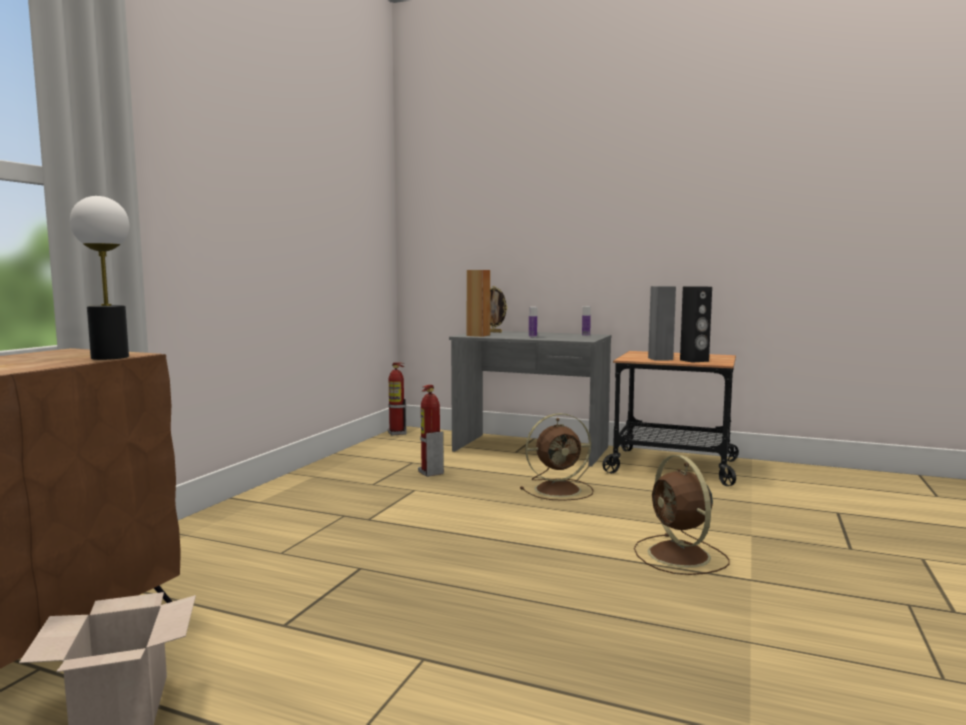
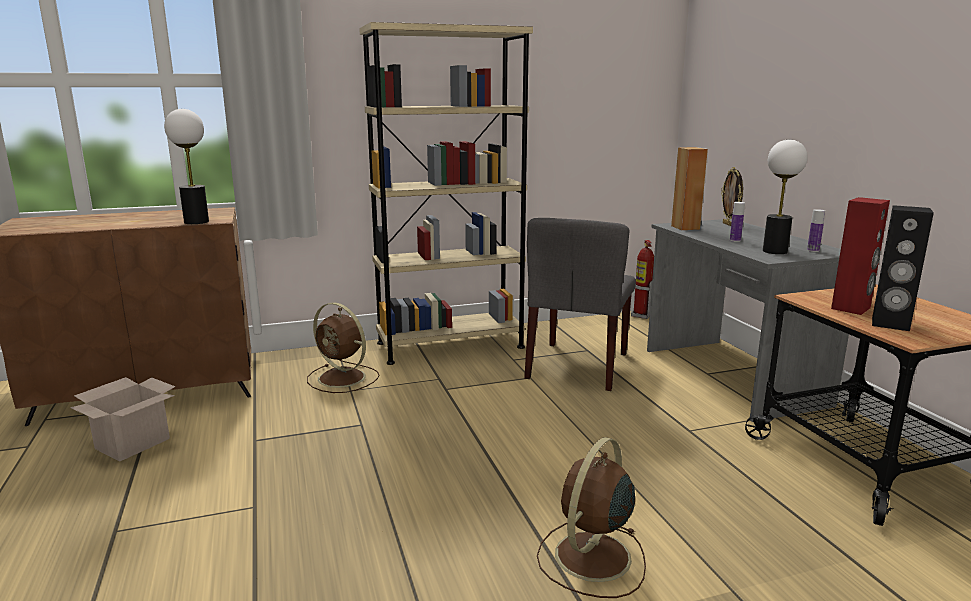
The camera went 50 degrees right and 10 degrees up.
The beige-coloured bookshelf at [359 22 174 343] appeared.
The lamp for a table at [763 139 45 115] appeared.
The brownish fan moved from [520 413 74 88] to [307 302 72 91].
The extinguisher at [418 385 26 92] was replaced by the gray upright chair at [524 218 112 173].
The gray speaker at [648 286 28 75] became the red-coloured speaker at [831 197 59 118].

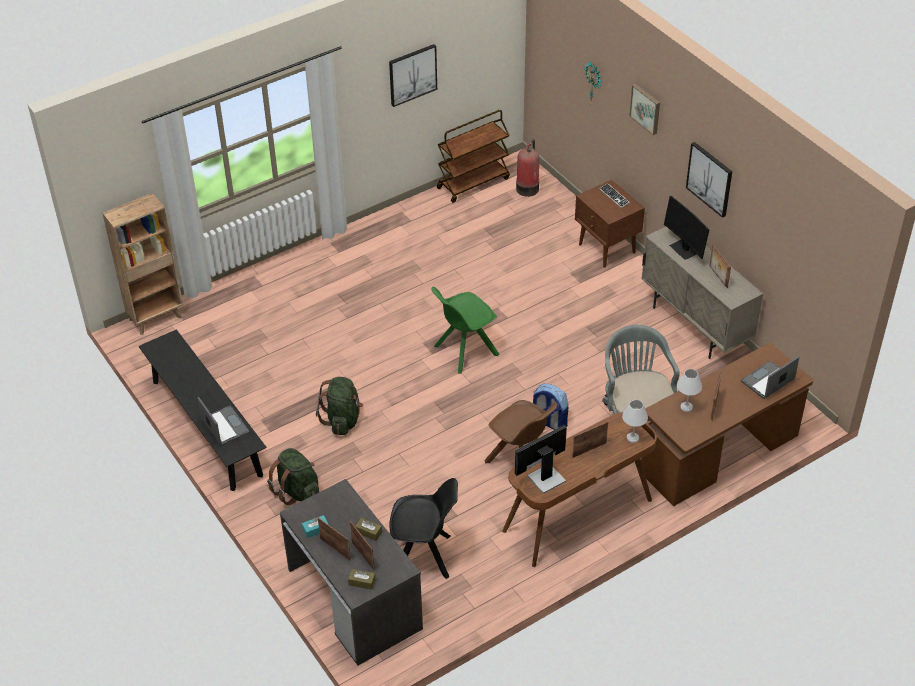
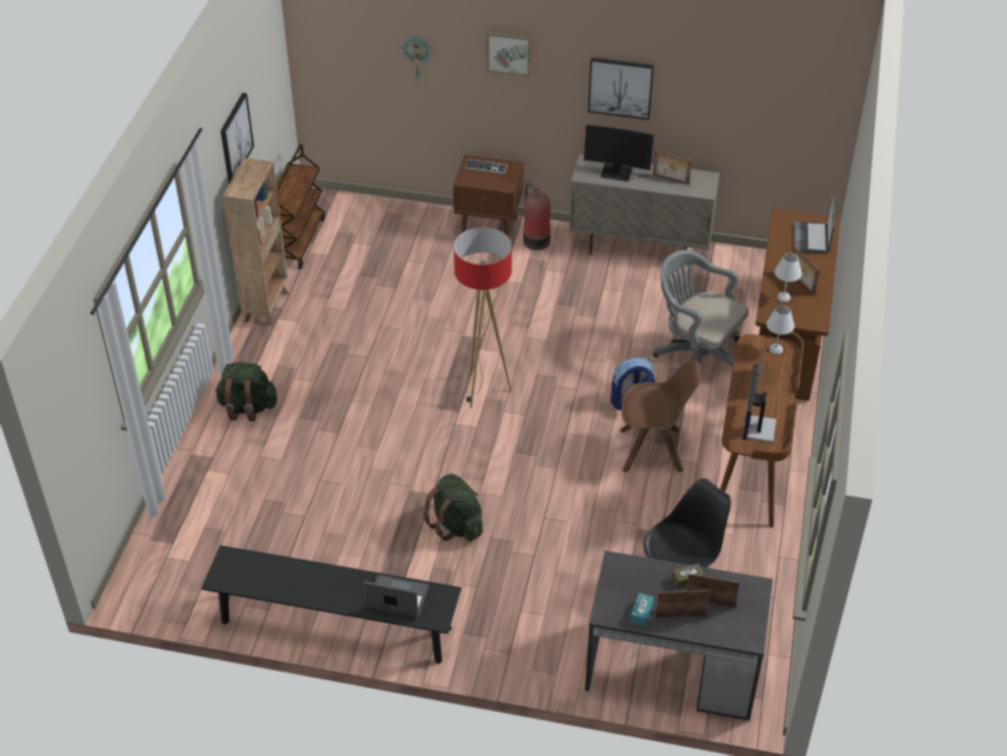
The camera went 45 degrees left and 0 degrees up.
The brownish box of tissues at [348 569 28 21] disappeared.
The brownish bookshelf moved from [102 193 81 142] to [223 158 66 169].
The green rucksack moved from [267 448 52 58] to [215 362 62 59].
The extinguisher moved from [516 139 23 58] to [523 183 28 67].
The green upright chair at [432 287 67 87] was replaced by the floor lamp at [454 227 58 181].

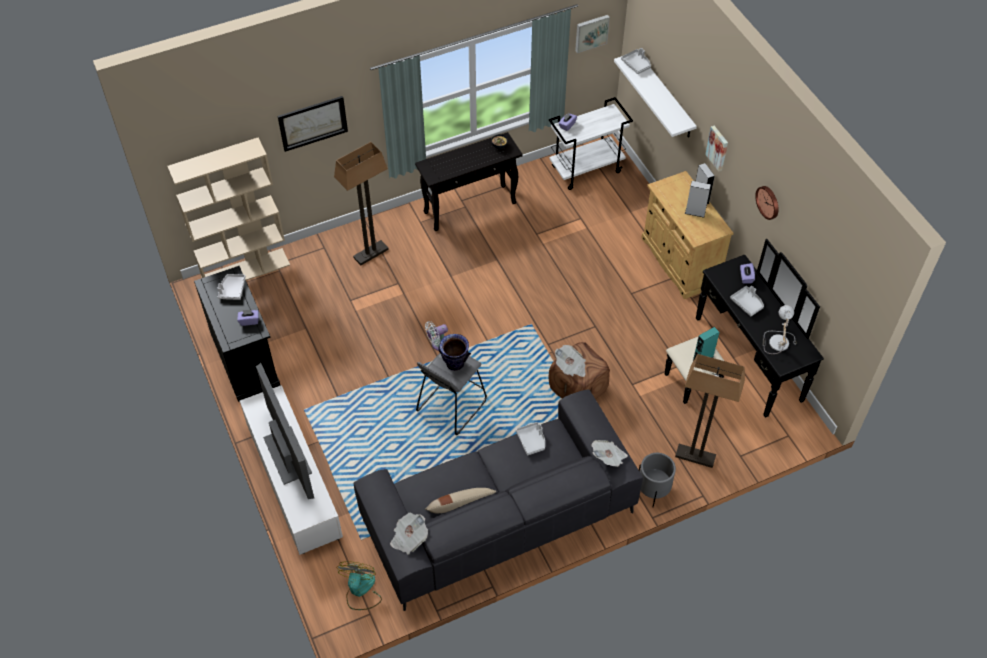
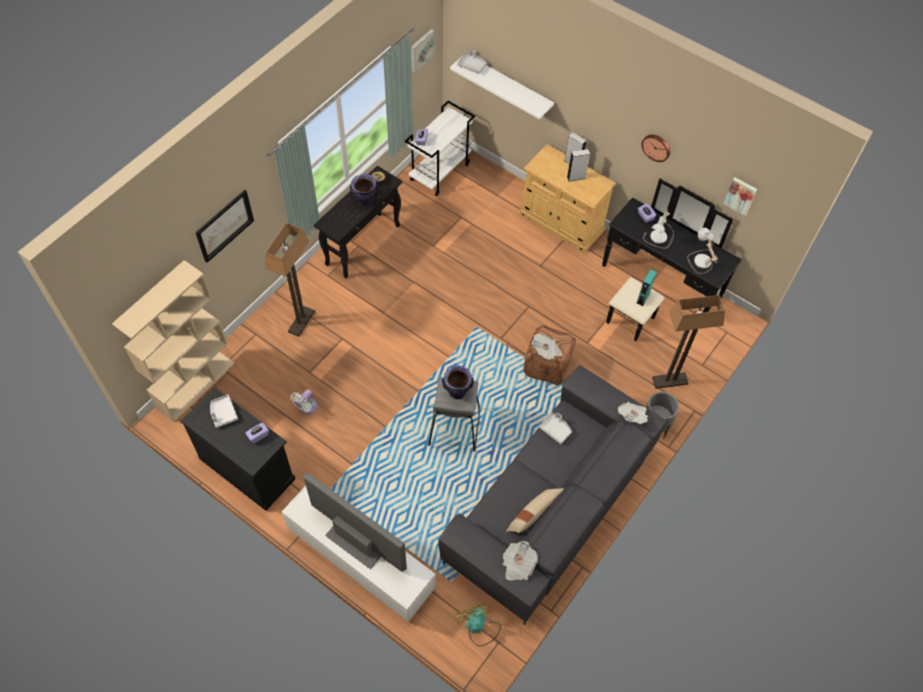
The camera went 30 degrees left and 5 degrees up.
The flower vase at [350 174 28 33] appeared.
The white-coloured fan moved from [425 321 23 30] to [290 389 28 25].
The picture moved from [705 126 23 45] to [723 177 34 39].
The gray tray at [730 286 34 30] was replaced by the lamp for a table at [643 210 31 38].

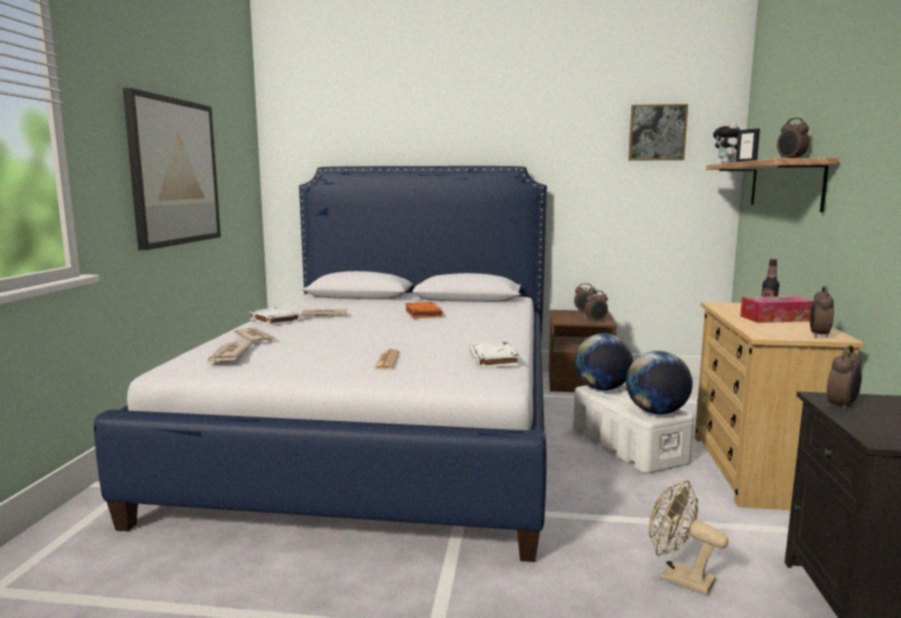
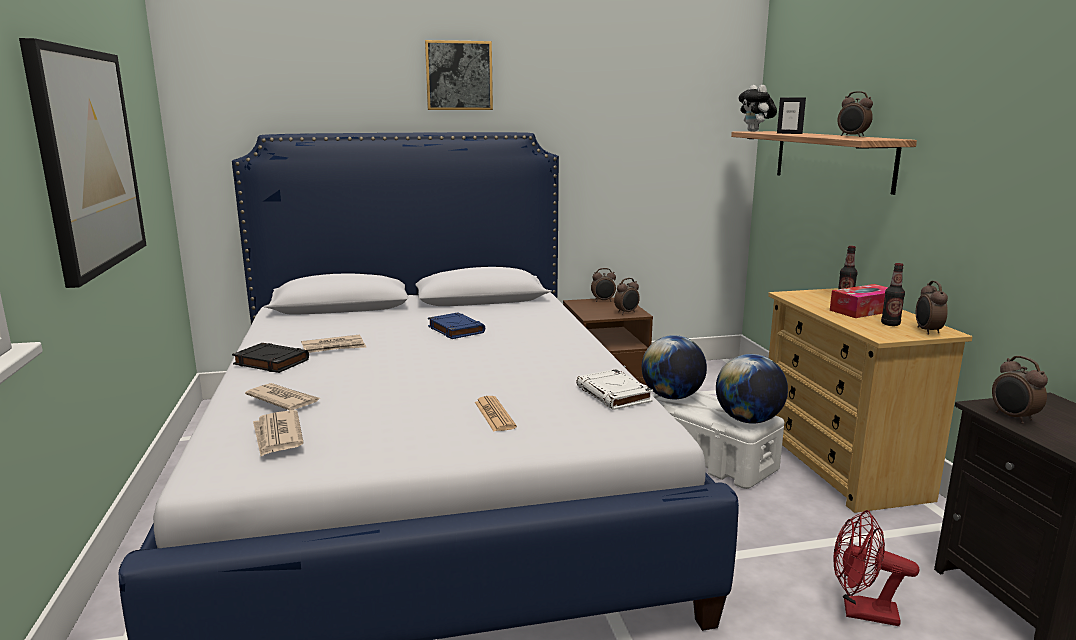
The camera went 20 degrees left and 5 degrees up.
The bottle at [881 263 24 63] appeared.
The picture moved from [628 104 60 56] to [425 40 68 70].
The white-coloured bound book at [250 307 51 19] became the black bound book at [232 343 77 30].
The orangey bound book at [405 302 38 17] became the blue bound book at [428 312 57 27].
The beige-coloured fan at [649 480 79 115] became the red-coloured fan at [833 510 86 116].
The alarm clock at [827 345 34 67] turned 135 degrees clockwise.

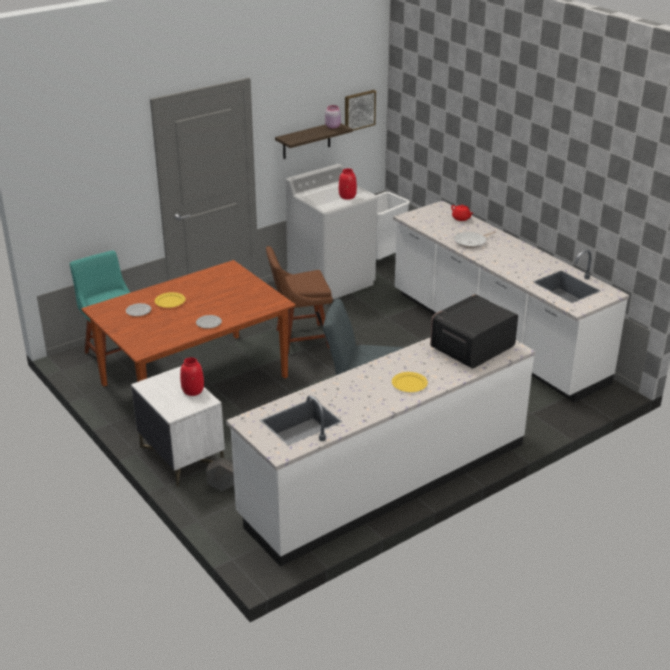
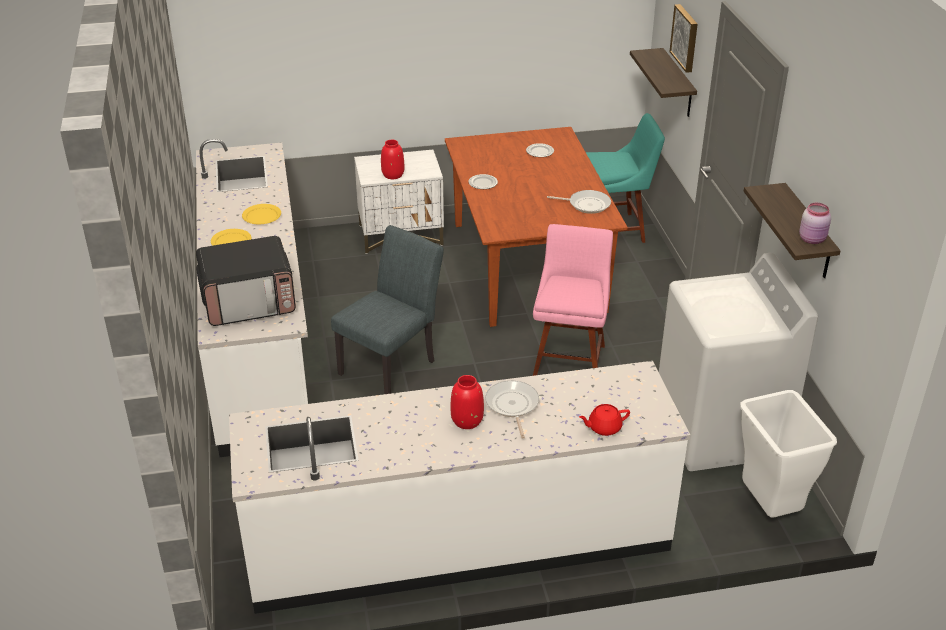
The camera went 115 degrees right and 5 degrees up.
The gray flower pot at [206 457 28 34] disappeared.
The frying pan at [547 190 64 24] appeared.
The bracket shelf at [630 48 67 69] appeared.
The yellowish flat dish moved from [155 292 31 16] to [242 204 39 20].
The red-coloured flower vase moved from [339 169 18 31] to [450 375 34 54].
The picture moved from [345 90 31 41] to [669 4 29 69].
The brownish upright chair at [266 246 67 108] became the pink upright chair at [533 224 80 152].
The microwave oven at [430 294 88 75] turned 90 degrees clockwise.

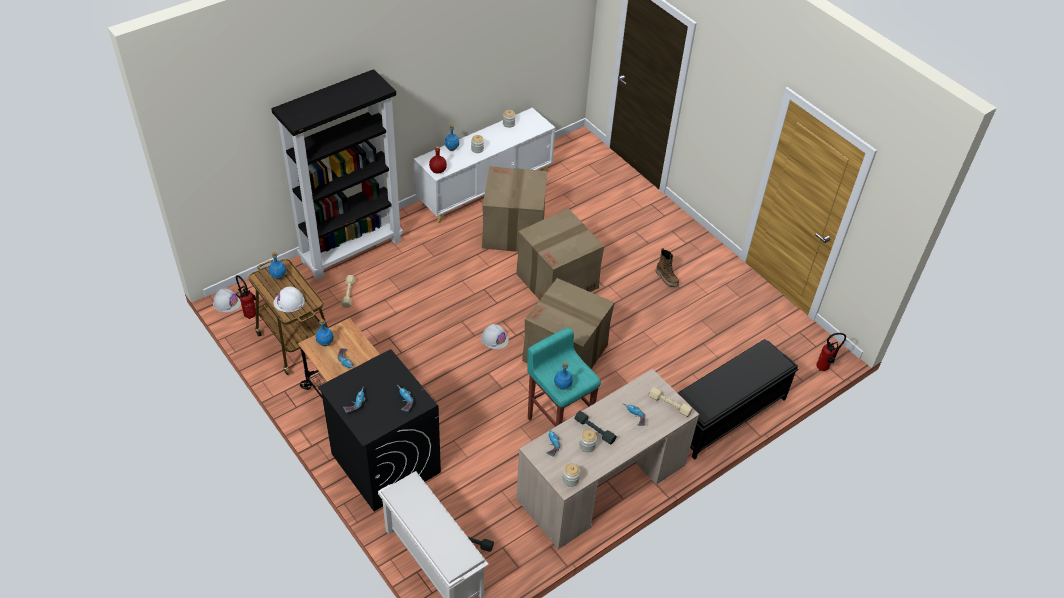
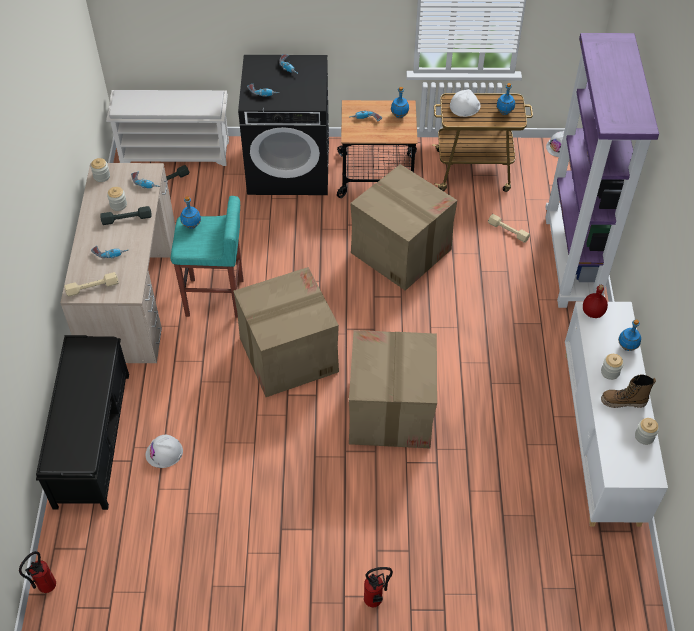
The camera went 130 degrees right and 5 degrees up.
The extinguisher moved from [236 275 20 44] to [364 567 29 40].
The white-coloured work helmet moved from [481 324 28 25] to [145 435 38 33].
The cardboard box moved from [482 166 66 86] to [350 164 107 127].
The tall boot moved from [656 248 23 39] to [601 375 55 33].
The black bookshelf at [271 69 132 211] became the purple bookshelf at [545 33 114 275].

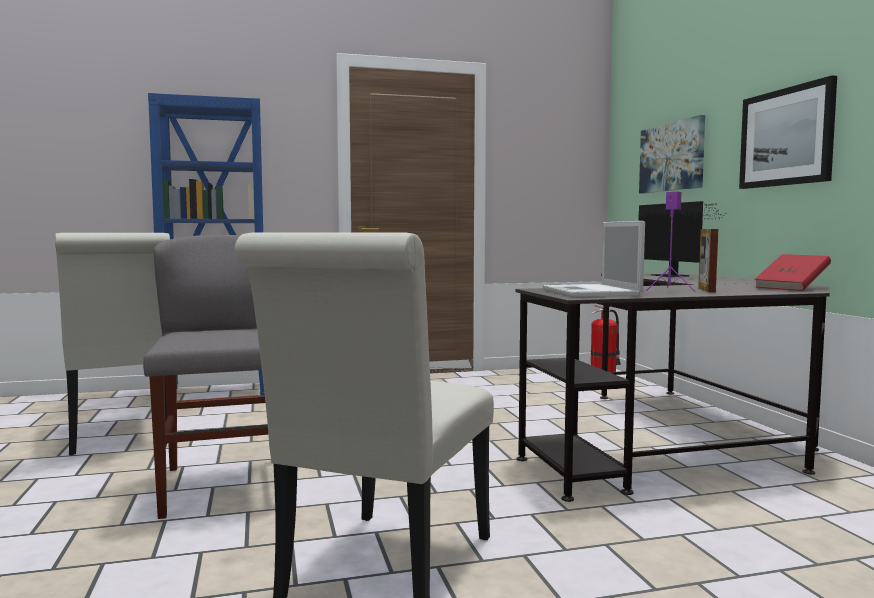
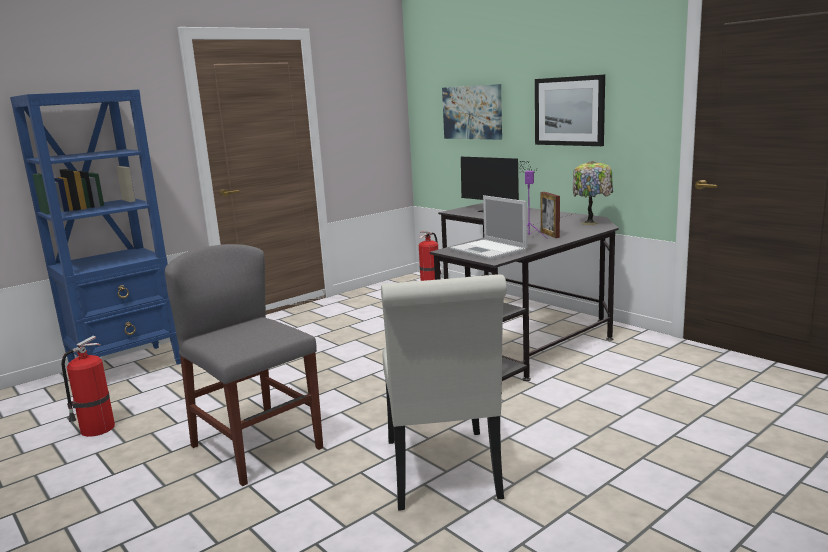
The camera went 25 degrees left and 10 degrees up.
The white-coloured upright chair at [55 233 115 223] was replaced by the extinguisher at [61 336 54 101].
The red-coloured bound book at [754 254 77 37] was replaced by the lamp for a table at [573 161 40 64].

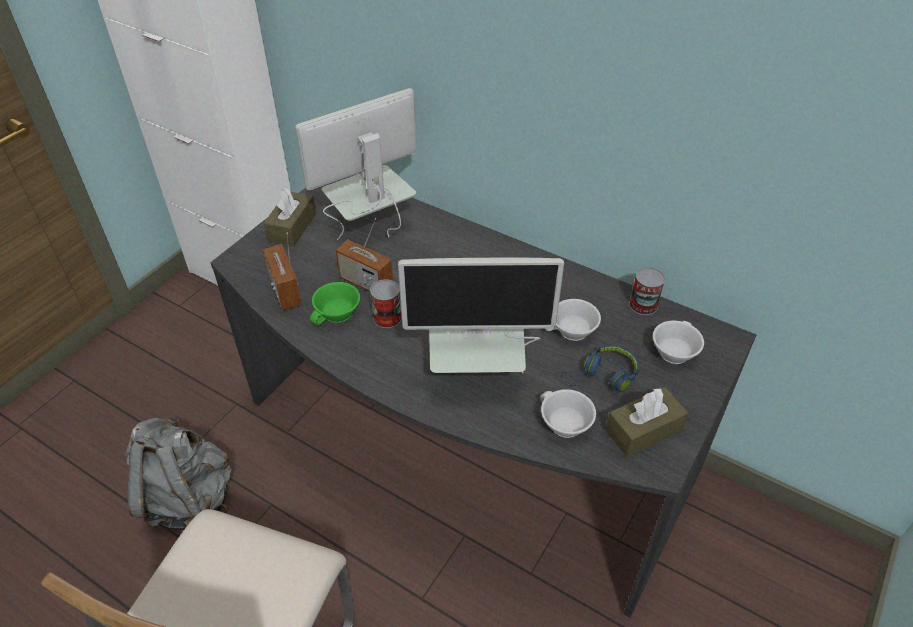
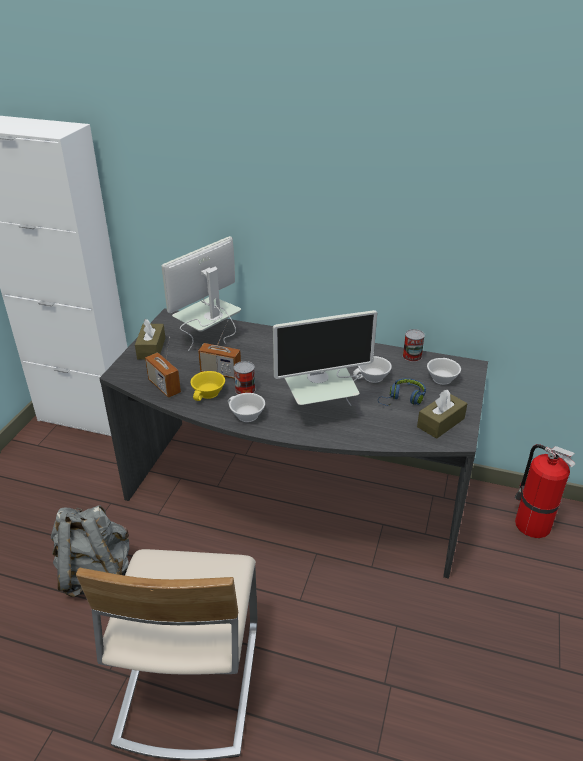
The camera went 15 degrees left and 10 degrees down.
The extinguisher at [515 444 60 94] appeared.
The white-coloured drinking cup moved from [540 389 56 49] to [228 393 37 29].
The green drinking cup at [310 282 50 43] became the yellowish drinking cup at [191 371 34 30].

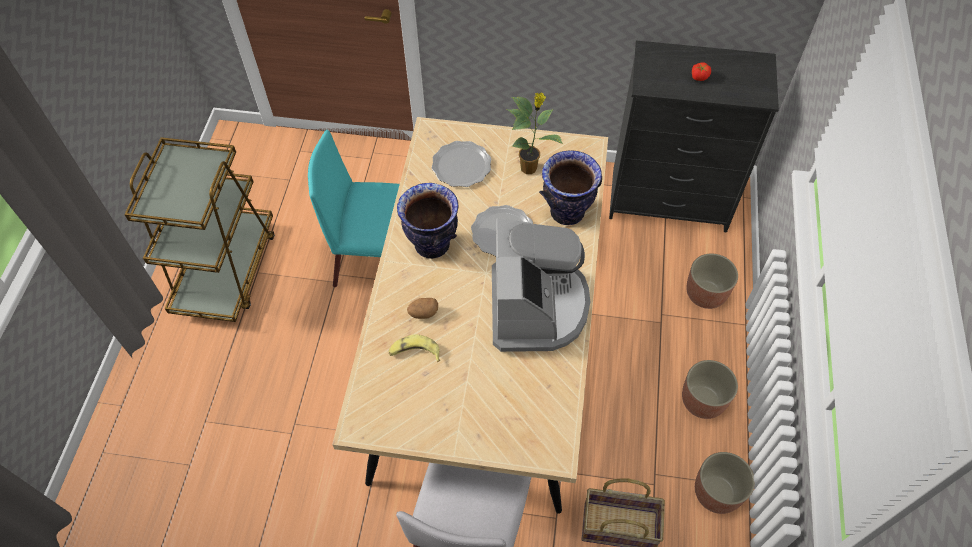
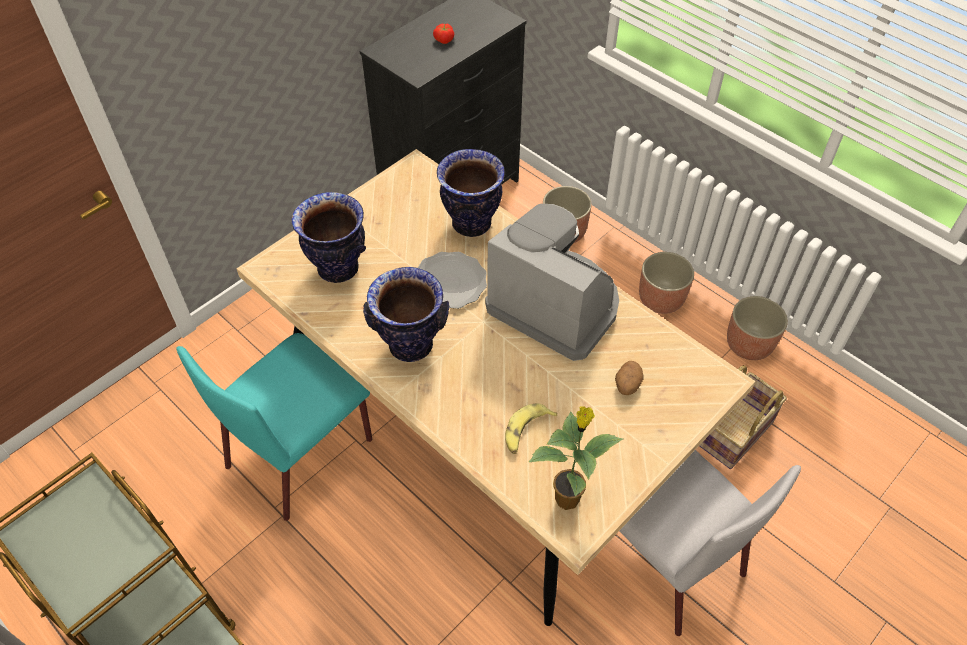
The camera went 55 degrees left and 5 degrees down.
The potato moved from [407 298 31 21] to [615 361 28 34].
The potted plant moved from [507 92 56 82] to [529 406 94 104].
The flat dish at [432 141 59 46] was replaced by the flower vase at [292 192 74 91].

